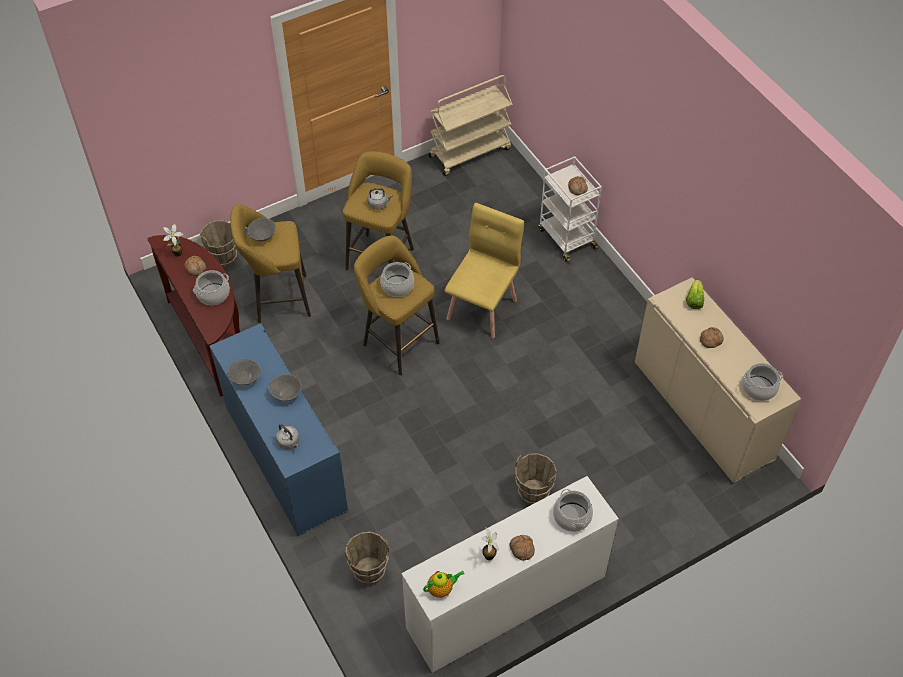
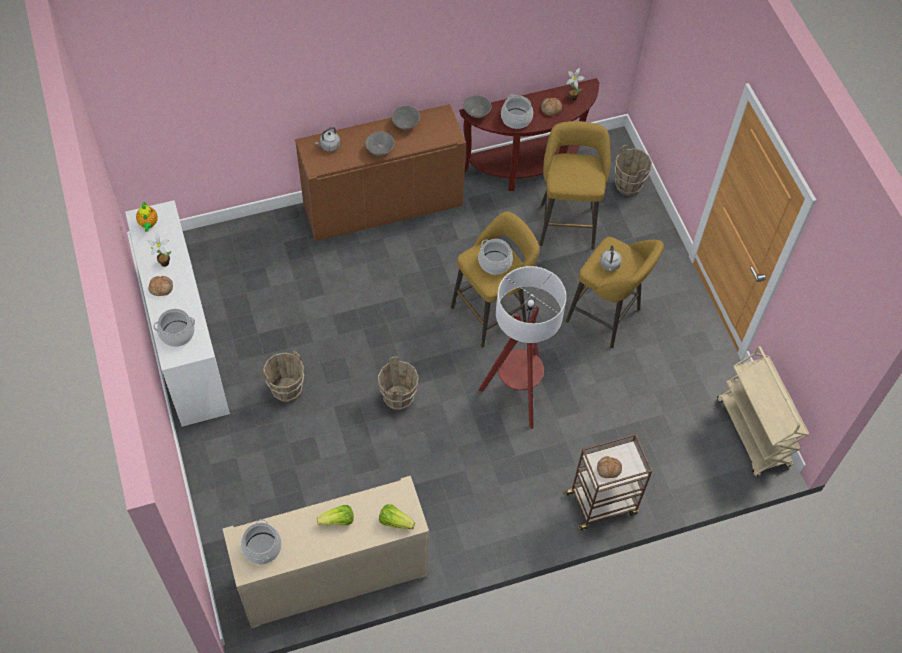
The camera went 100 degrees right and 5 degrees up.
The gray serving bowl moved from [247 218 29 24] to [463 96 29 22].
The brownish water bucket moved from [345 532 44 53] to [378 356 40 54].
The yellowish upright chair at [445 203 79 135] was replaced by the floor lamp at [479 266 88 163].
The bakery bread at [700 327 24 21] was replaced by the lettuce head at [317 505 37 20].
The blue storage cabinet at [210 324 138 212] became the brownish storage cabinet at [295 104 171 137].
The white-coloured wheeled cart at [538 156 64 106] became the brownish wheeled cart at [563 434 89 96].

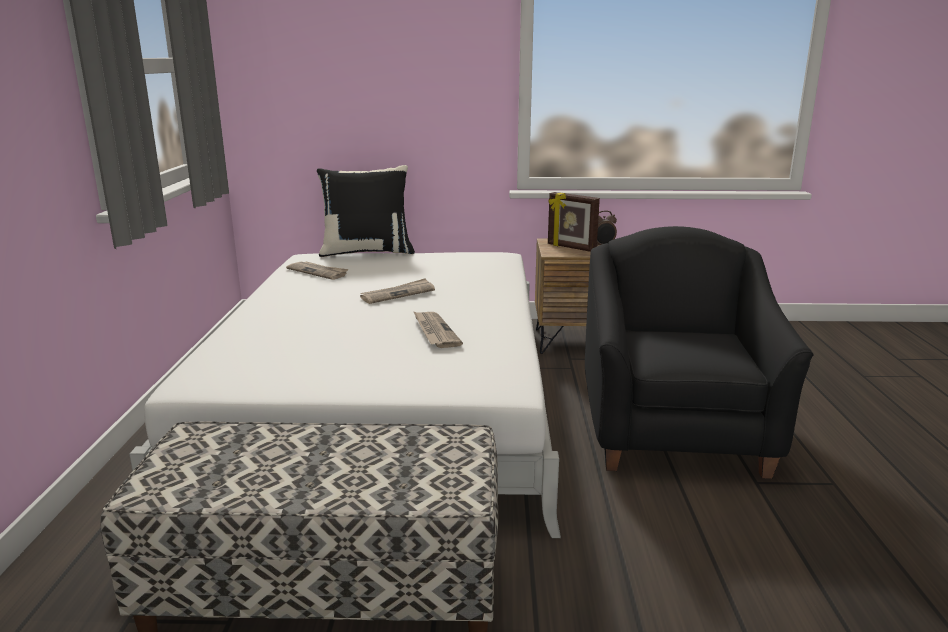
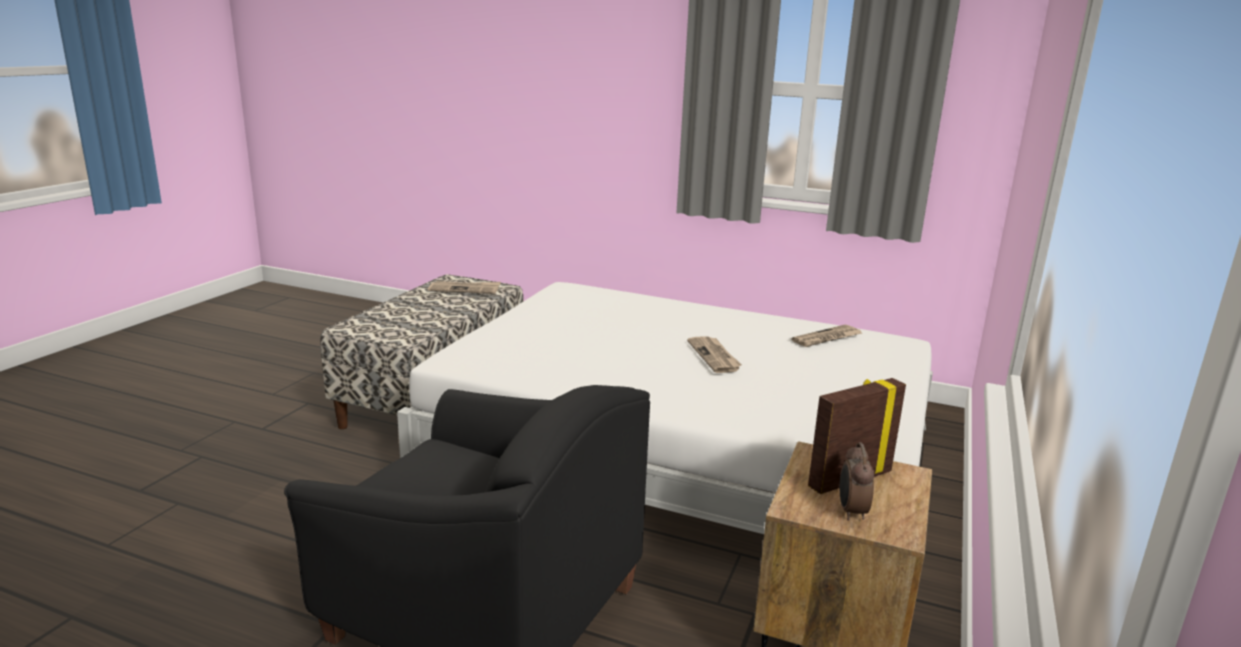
The camera went 110 degrees right and 0 degrees up.
The black throw pillow at [317 165 98 92] disappeared.
The newspaper moved from [413 311 50 37] to [428 281 73 13].

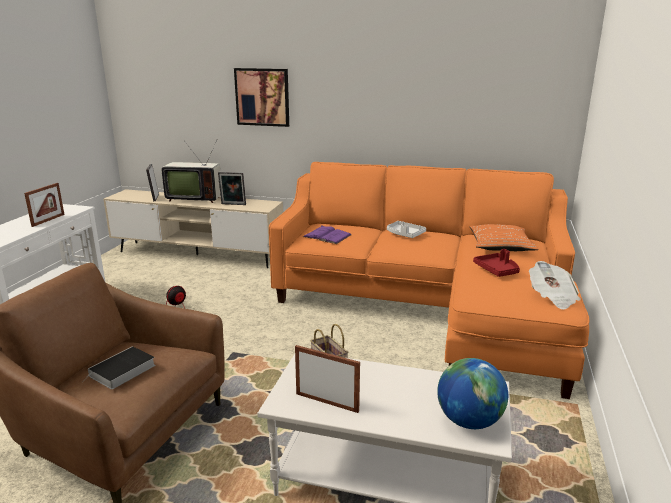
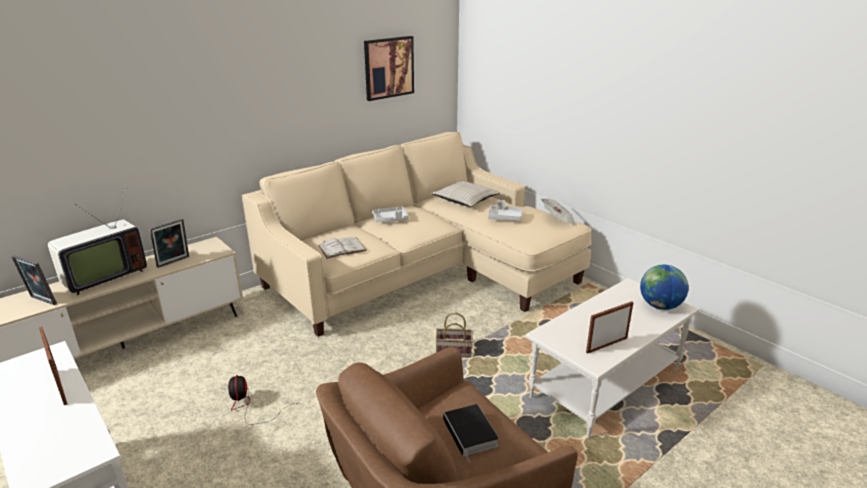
The camera went 55 degrees left and 5 degrees up.
The picture moved from [234 68 55 59] to [364 36 50 65].
The orangey couch at [269 162 320 237] became the beige-coloured couch at [242 132 349 205].
The purple bound book at [303 226 48 18] became the white-coloured bound book at [318 237 49 22].
The orangey throw pillow at [469 224 70 27] became the beige-coloured throw pillow at [431 181 69 26].
The red-coloured tray at [473 249 47 28] became the gray tray at [488 200 35 21].

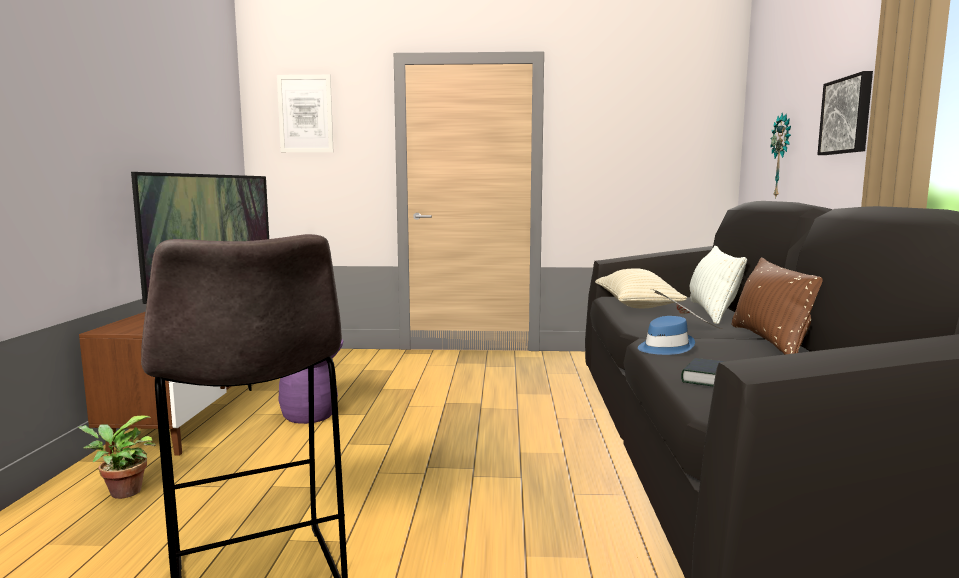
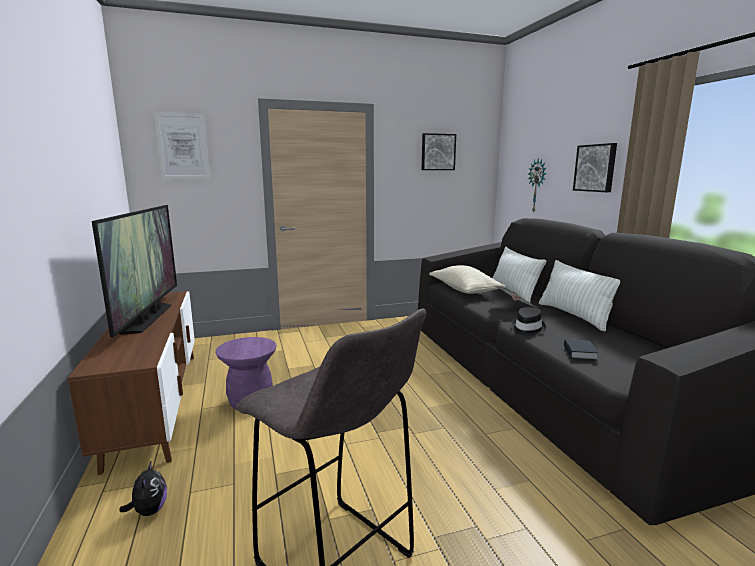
The camera went 20 degrees left and 5 degrees up.
The picture at [422 133 34 37] appeared.
The potted plant at [78 416 78 83] was replaced by the soft toy at [119 462 48 54].
The blue hat at [638 316 57 39] became the black hat at [510 307 36 29].
The brownish throw pillow at [731 257 92 98] became the white-coloured throw pillow at [539 260 81 72].

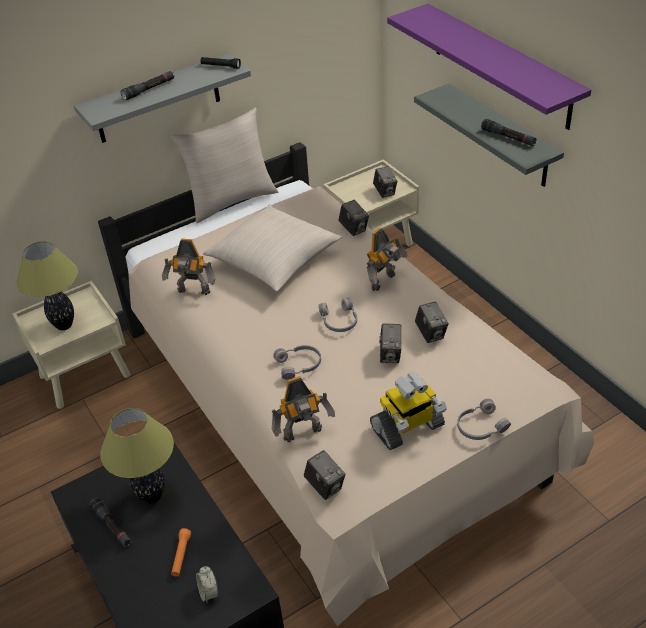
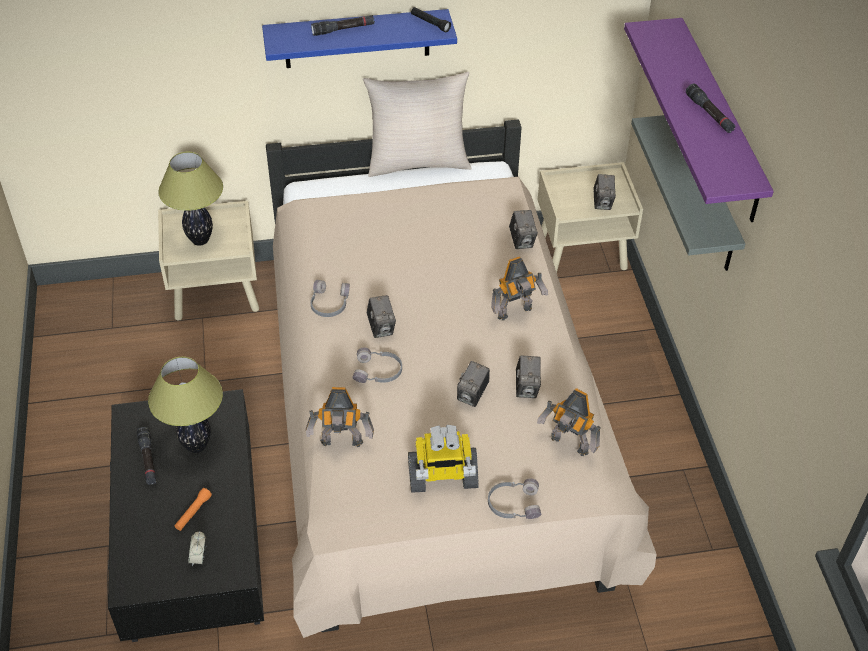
The camera went 20 degrees right and 5 degrees up.
The beige-coloured throw pillow at [203 204 139 88] disappeared.
The toy robot moved from [162 239 53 56] to [537 388 64 68].
The still camera moved from [304 450 42 50] to [367 295 29 43].
The gray headset moved from [318 298 39 34] to [310 280 40 37].
The black flashlight moved from [481 119 56 27] to [686 84 50 49].
The gray bracket shelf at [74 54 177 89] became the blue bracket shelf at [262 9 195 59].

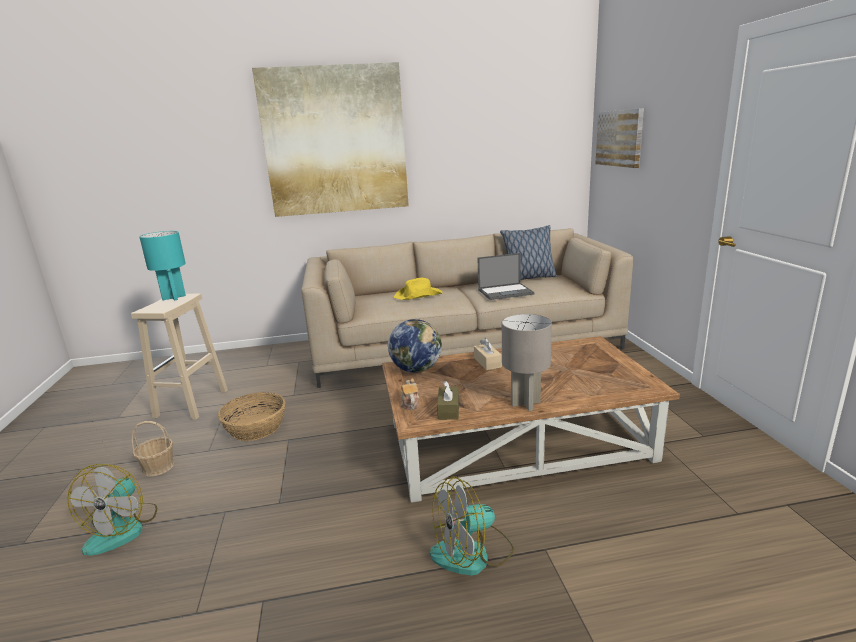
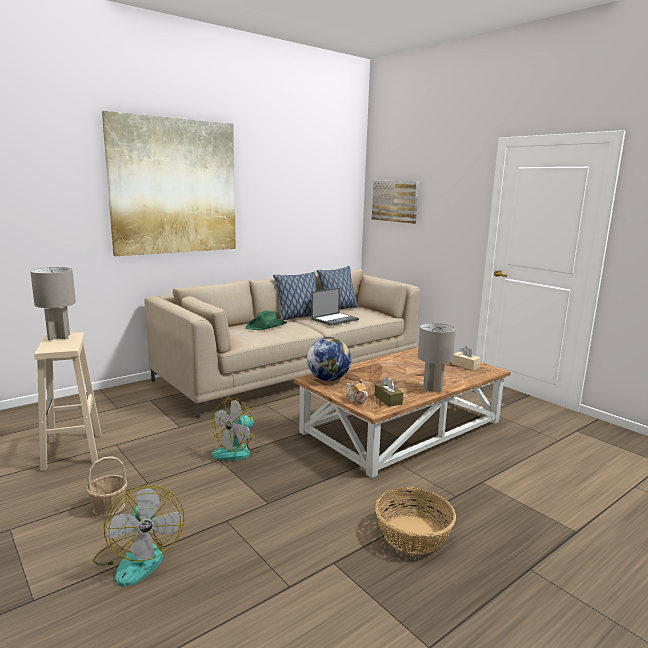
The camera went 30 degrees left and 5 degrees down.
The throw pillow at [273 272 43 48] appeared.
The storage basket moved from [218 392 67 49] to [375 487 81 67].
The fan moved from [430 476 84 99] to [212 398 52 63].
The beige-coloured box of tissues moved from [474 338 28 32] to [452 346 29 24].
The turquoise-coloured lamp for a table at [139 231 47 70] became the gray lamp for a table at [30 267 46 74].
The yellowish hat at [394 278 49 22] became the green hat at [246 311 41 19].

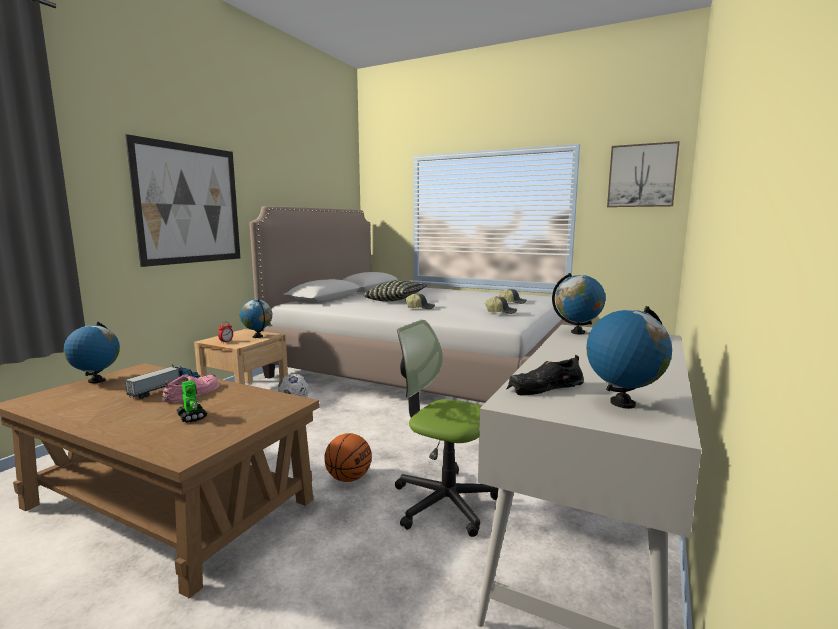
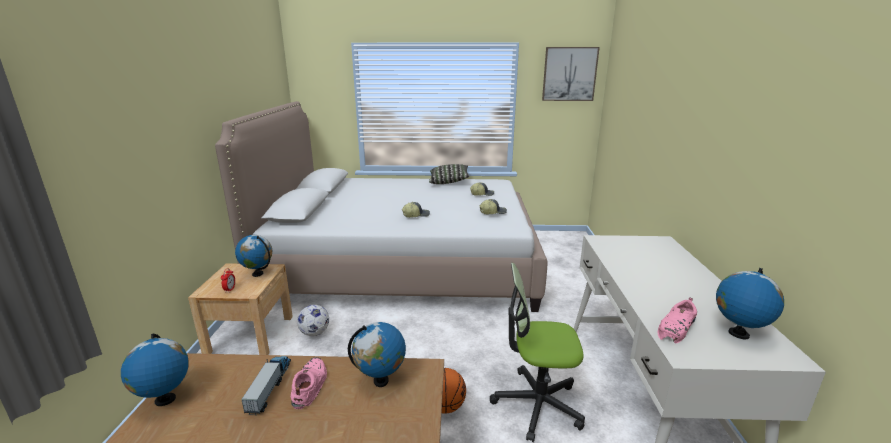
The camera went 25 degrees left and 10 degrees up.
The picture at [125 134 116 133] disappeared.
The toy robot at [176 380 31 43] disappeared.
The throw pillow moved from [364 280 63 21] to [429 164 41 20].
The world globe moved from [552 273 54 62] to [348 322 58 65].
The black shoe at [506 355 78 41] became the pink shoe at [658 297 39 46].

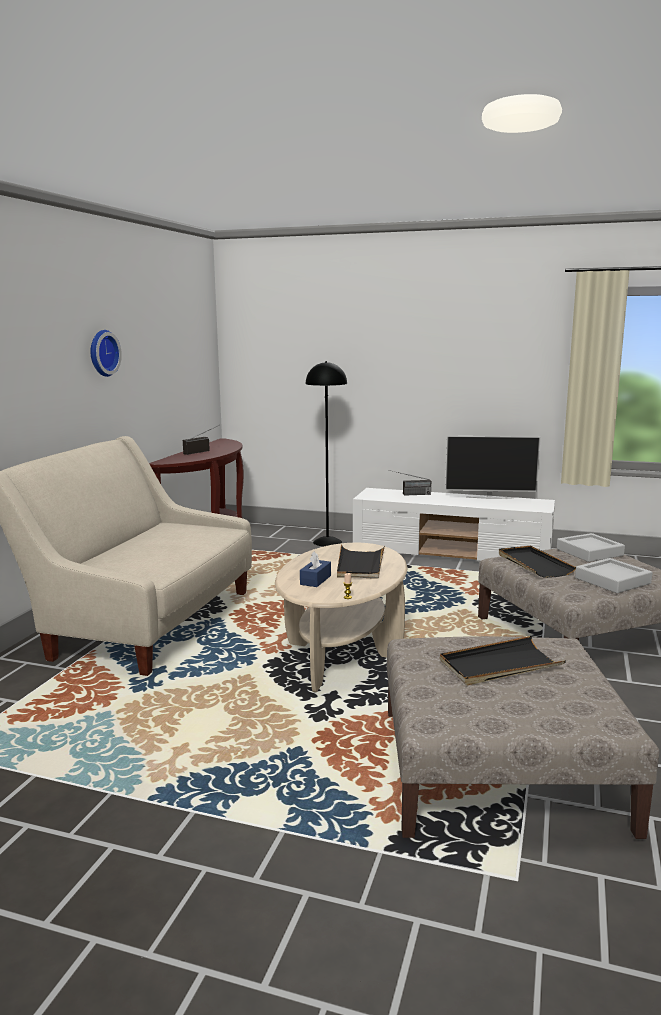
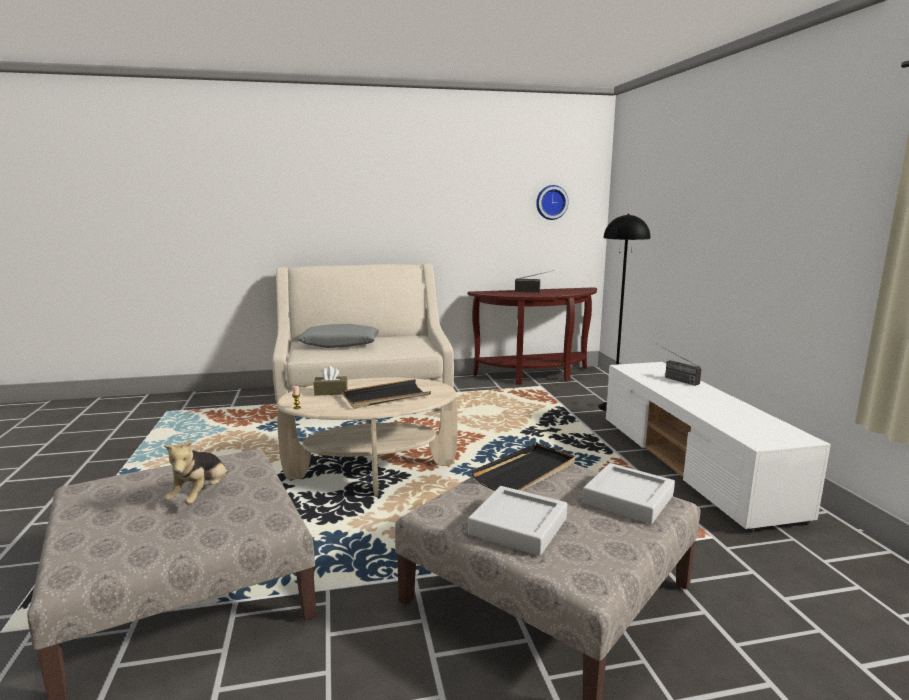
The camera went 60 degrees right and 0 degrees up.
The TV set at [445 436 96 63] disappeared.
The gray throw pillow at [298 324 81 24] appeared.
The wall clock moved from [91 330 31 47] to [536 185 33 35].
The black tray at [440 636 126 49] was replaced by the soft toy at [164 439 64 66].
The blue box of tissues at [300 551 31 36] became the brownish box of tissues at [314 366 34 30].

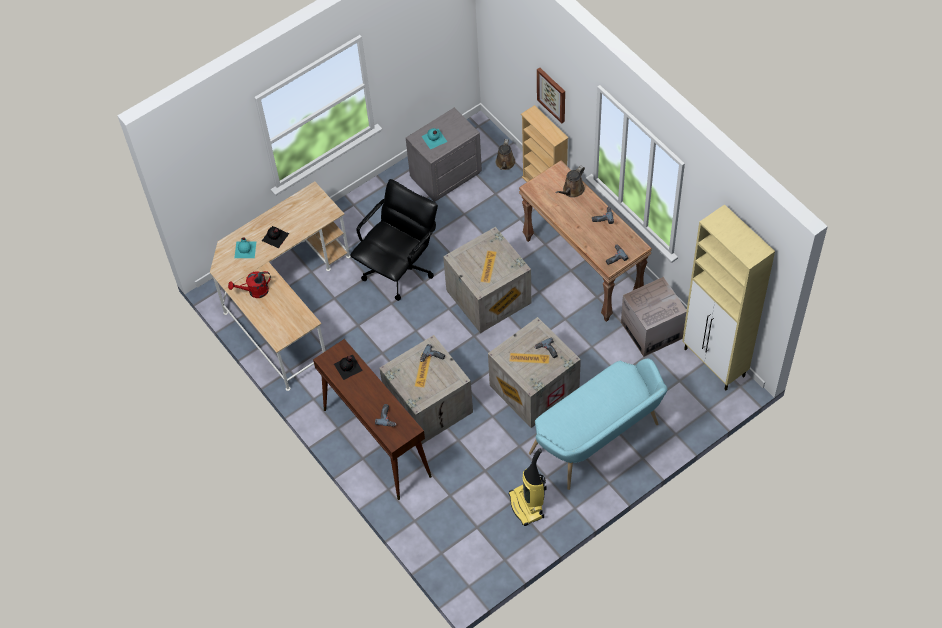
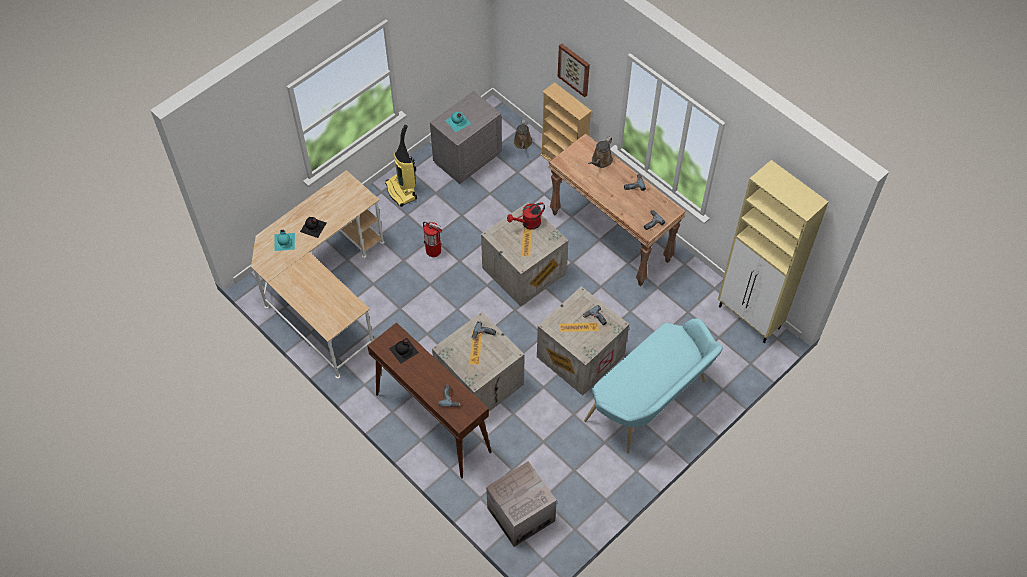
The camera went 10 degrees left and 0 degrees up.
The red-coloured sprinkling can moved from [228 271 43 27] to [507 203 38 27].
The vacuum cleaner moved from [508 448 39 78] to [385 125 32 82].
The cardboard box moved from [621 277 66 80] to [486 461 71 86].
The black computer chair at [350 179 88 122] was replaced by the extinguisher at [423 222 19 35].

